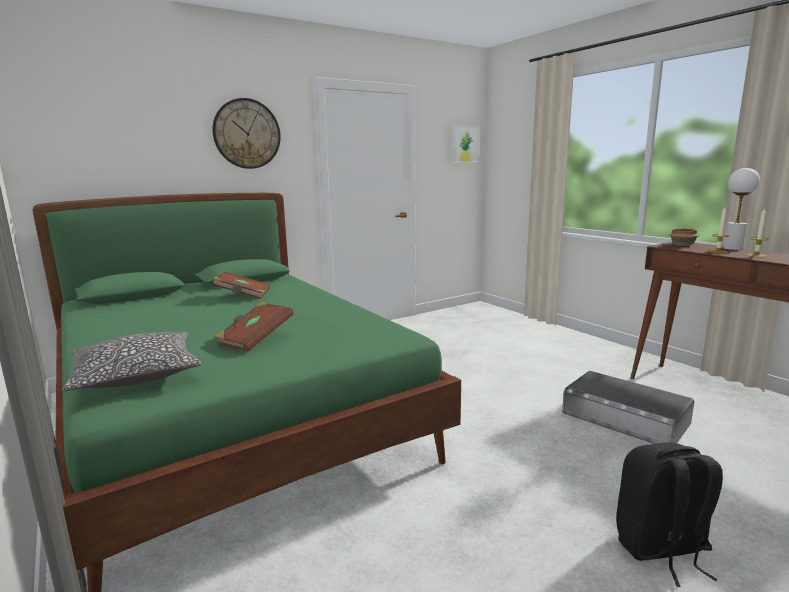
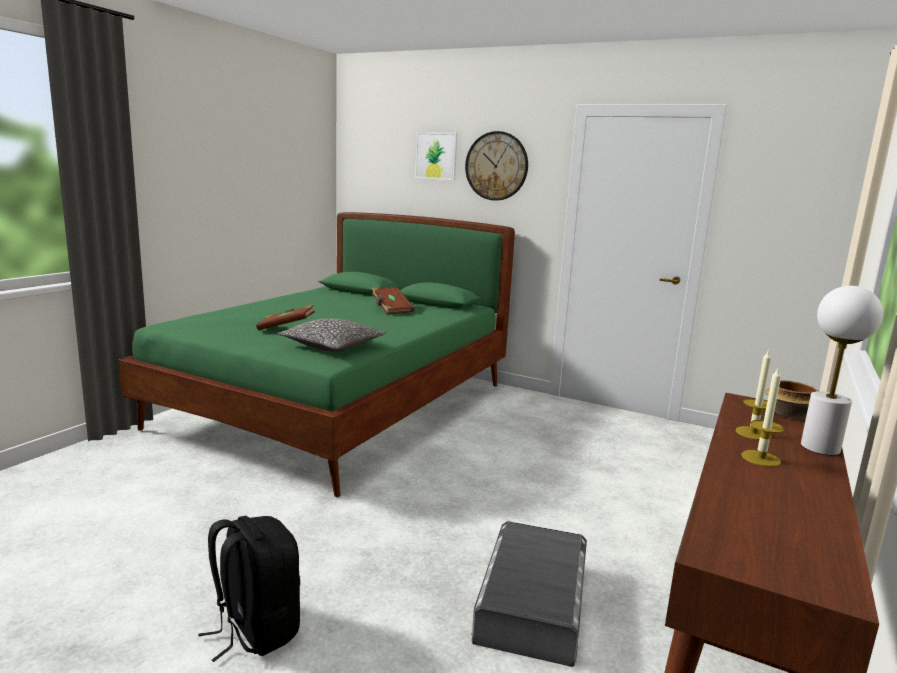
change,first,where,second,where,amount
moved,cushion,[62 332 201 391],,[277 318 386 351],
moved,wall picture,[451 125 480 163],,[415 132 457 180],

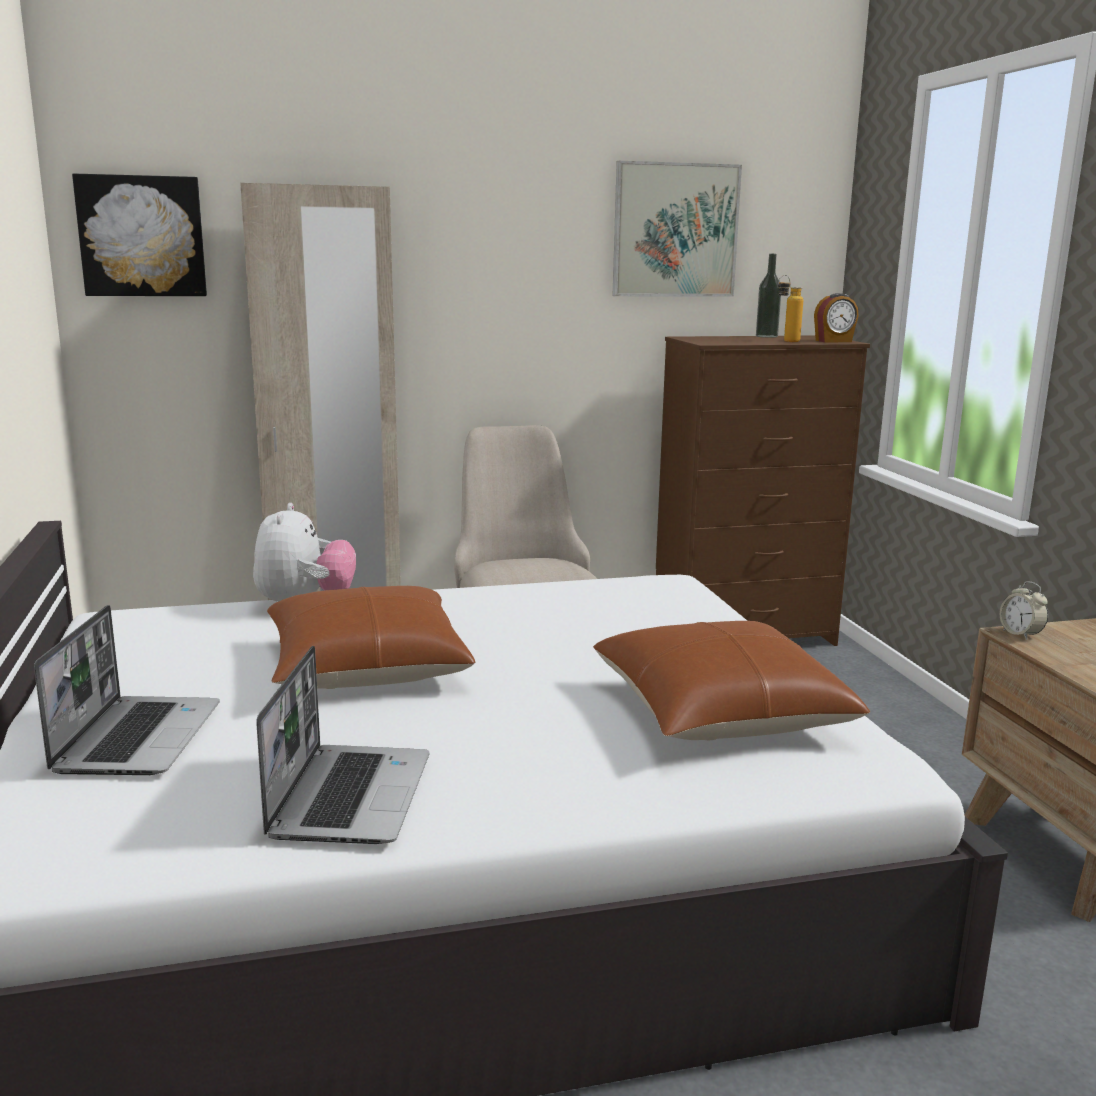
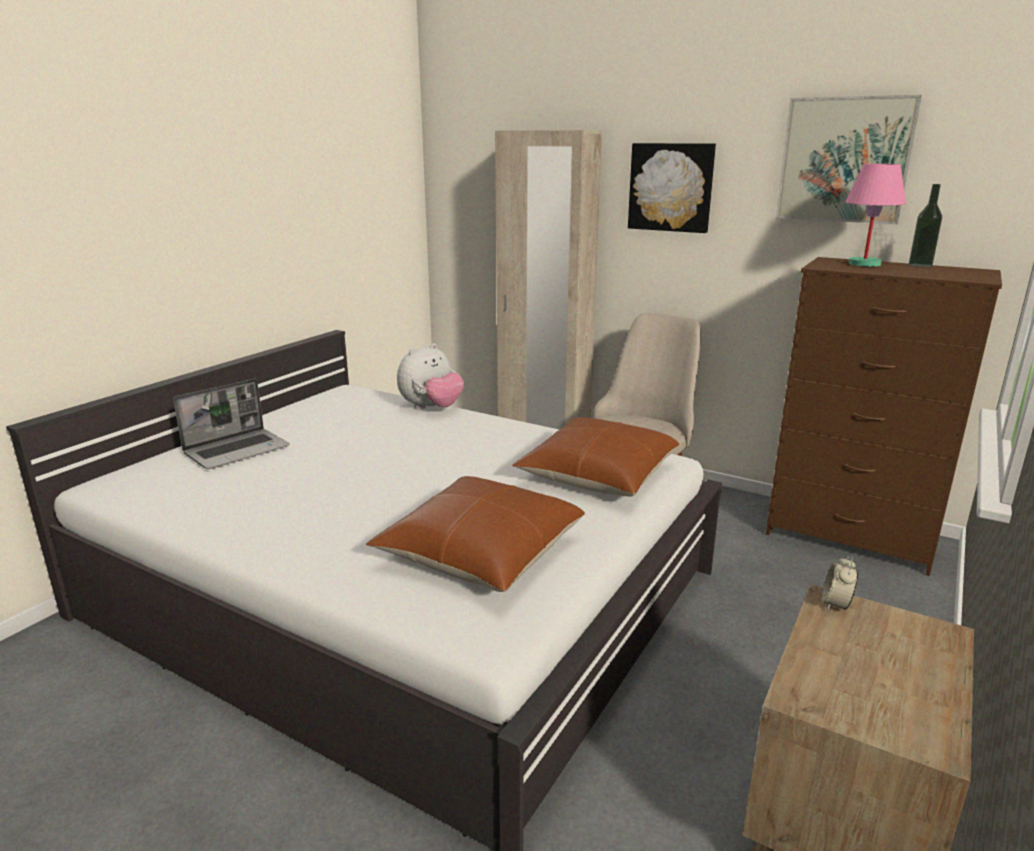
change,first,where,second,where,amount
moved,wall picture,[72 174 207 296],,[628 143 716 233],
removed,portable computer,[256 646 429 844],,,
moved,cushion/brown-coloured,[267 586 476 689],,[512 417 680 496],
removed,drink bottle,[778 275 803 342],,,
removed,bedside clock,[814 293 859 342],,,
added,,,table lamp/pink-coloured,[846 164 906 267],

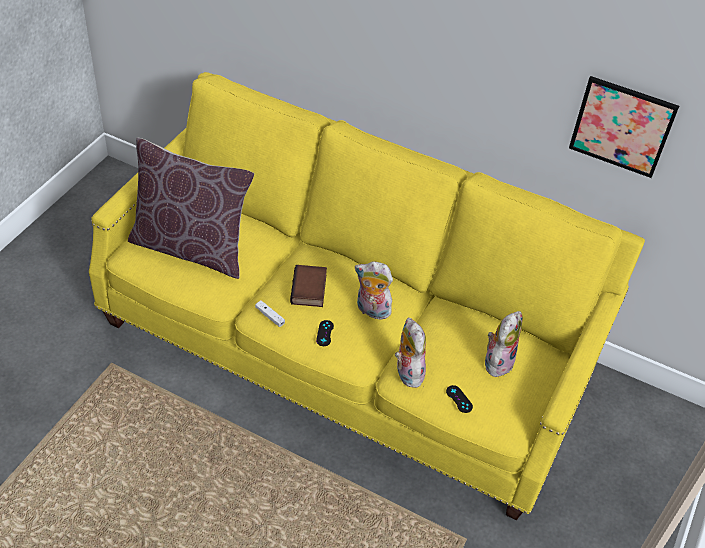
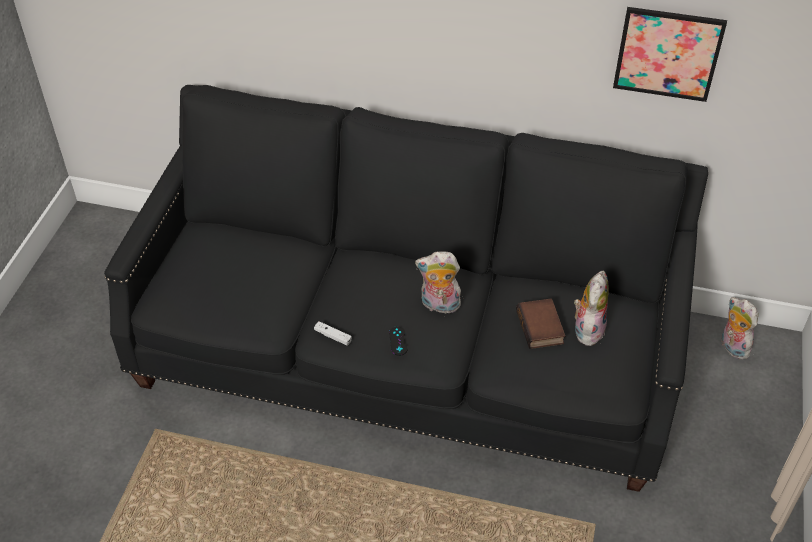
change,first,where,second,where,amount
recoloured,settee/yellow-coloured,[89 72 645 520],settee/black-coloured,[104 85 708 492],
removed,cushion/brown-coloured,[128 138 254 279],,,
moved,bound book,[290 265 327 307],,[516 298 565 349],
moved,cuddly toy,[395 317 426 388],,[722 297 758 359],
removed,game controller/black-coloured,[446 385 473 413],,,

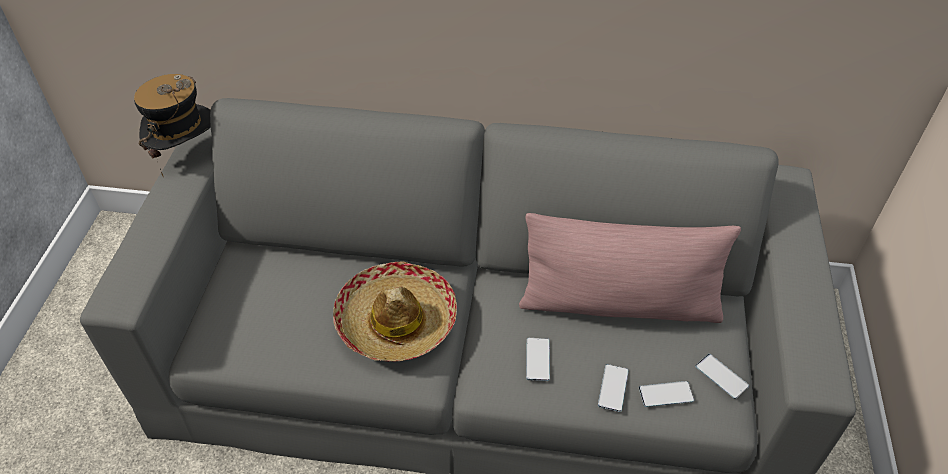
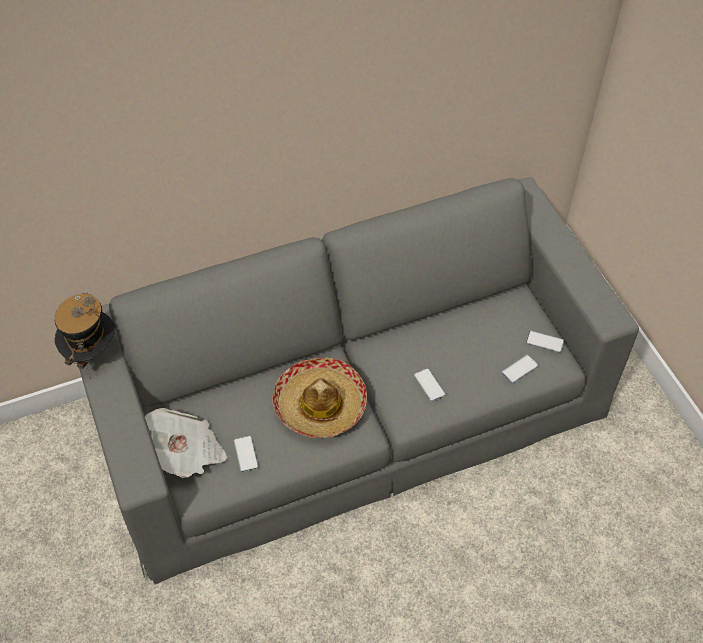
change,first,where,second,where,amount
removed,cushion/pink-coloured,[519 213 741 323],,,
moved,phone,[598 364 629 412],,[234 436 258 472],
added,,,newspaper,[145 408 227 478],

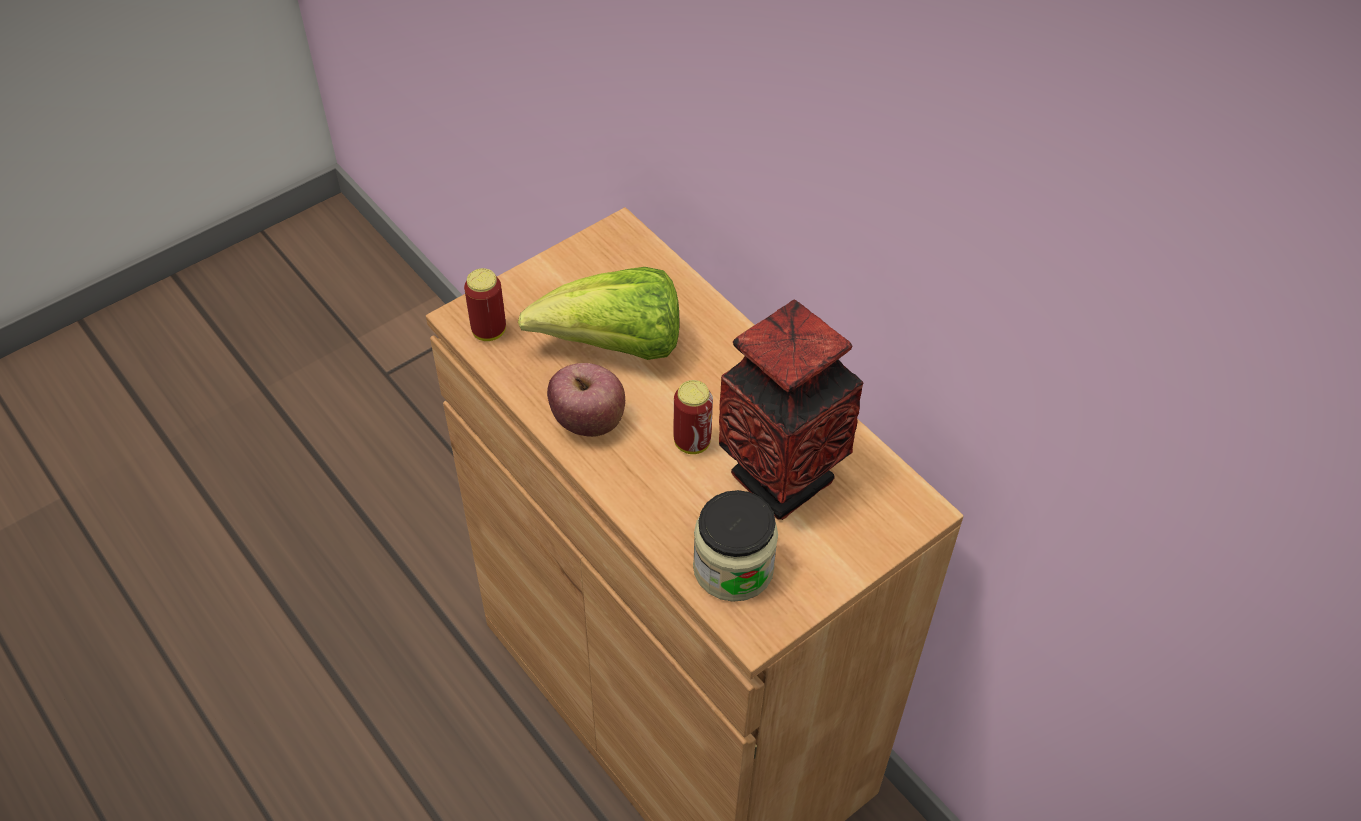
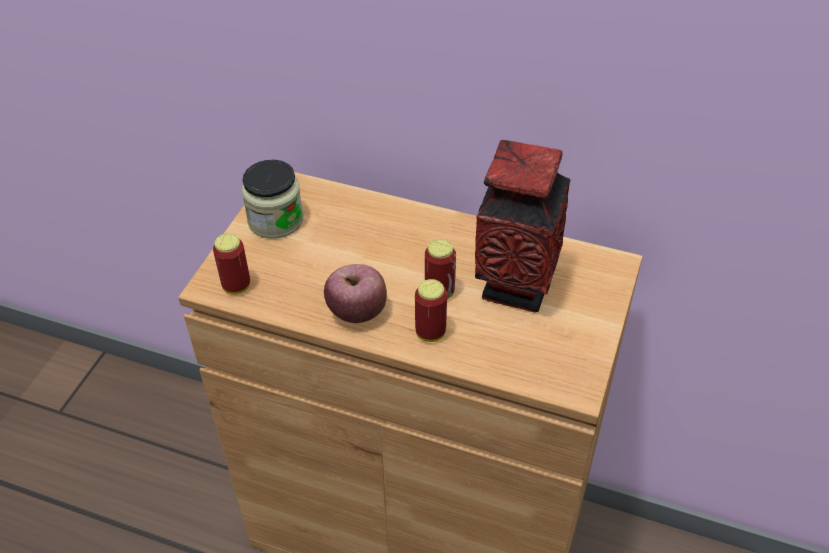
change,first,where,second,where,amount
removed,lettuce head,[518 267 679 360],,,
moved,storage jar,[693 490 778 602],,[241 160 303 239],
added,,,sealed can,[415 279 447 342],

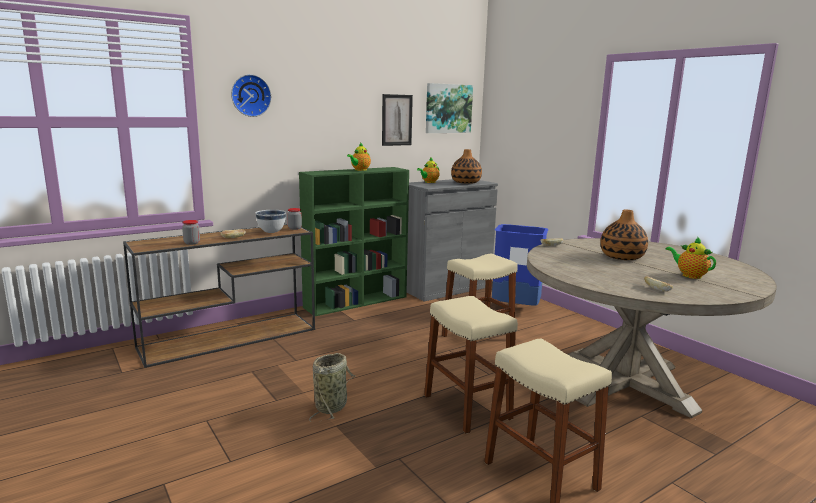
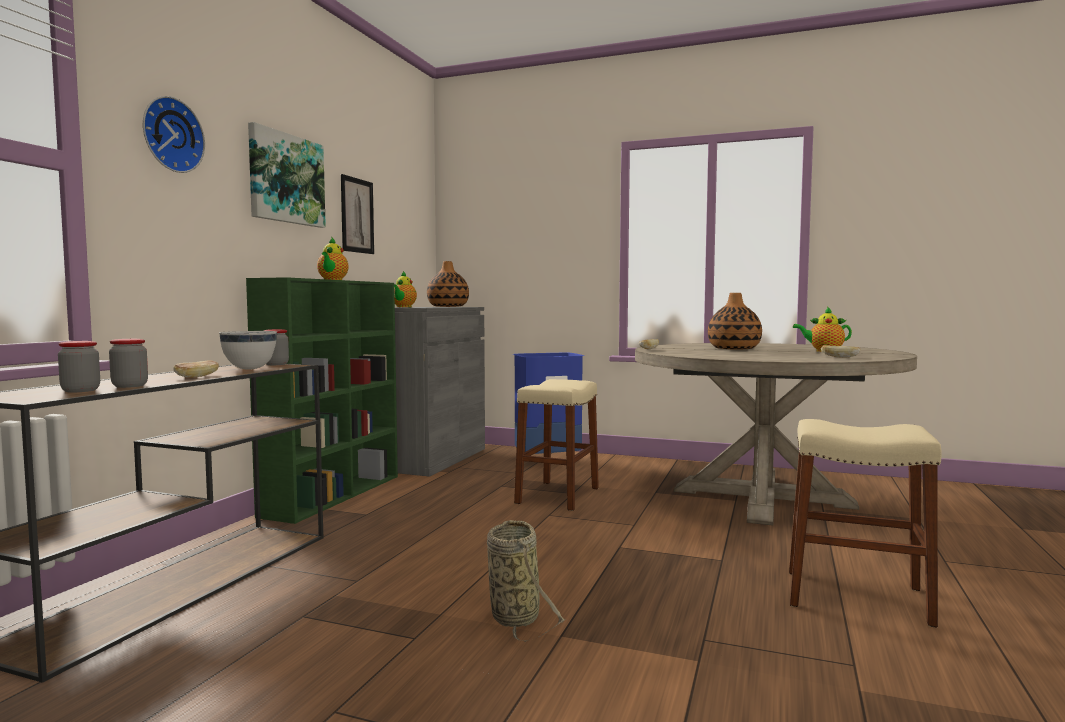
change,first,where,second,where,amount
removed,stool seat/beige,[424 296 518 434],,,
moved,wall picture,[426 83 473 133],,[248 122 326 228],
added,,,storage jar,[58 341 100 392],

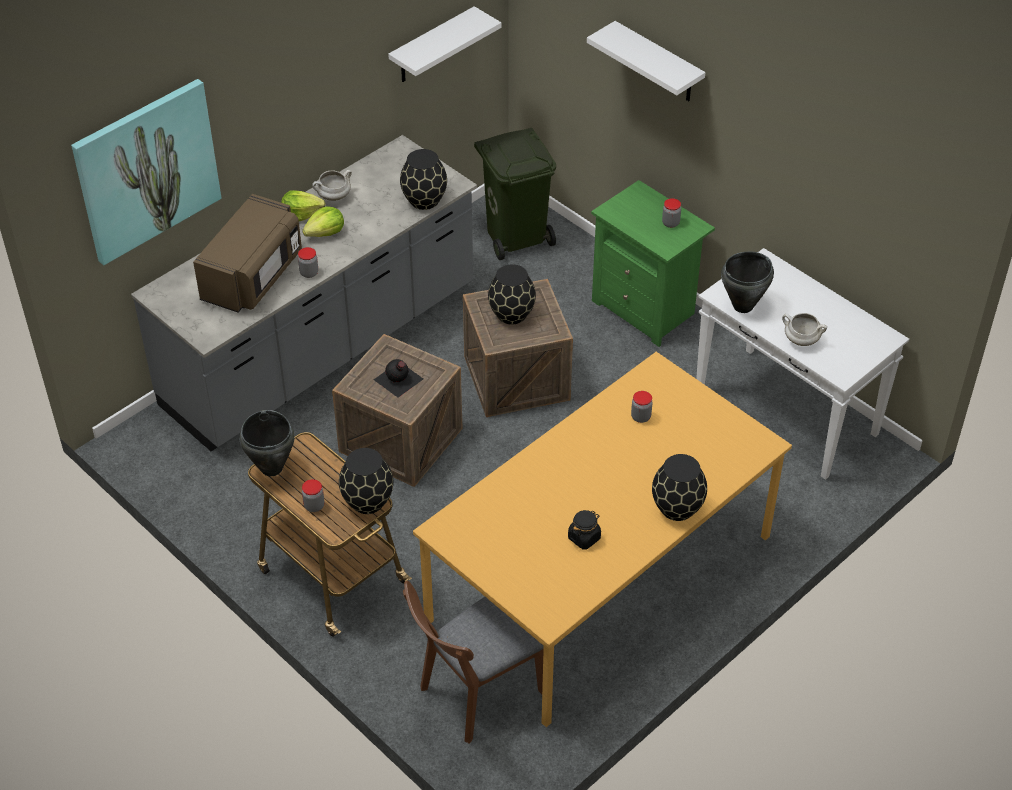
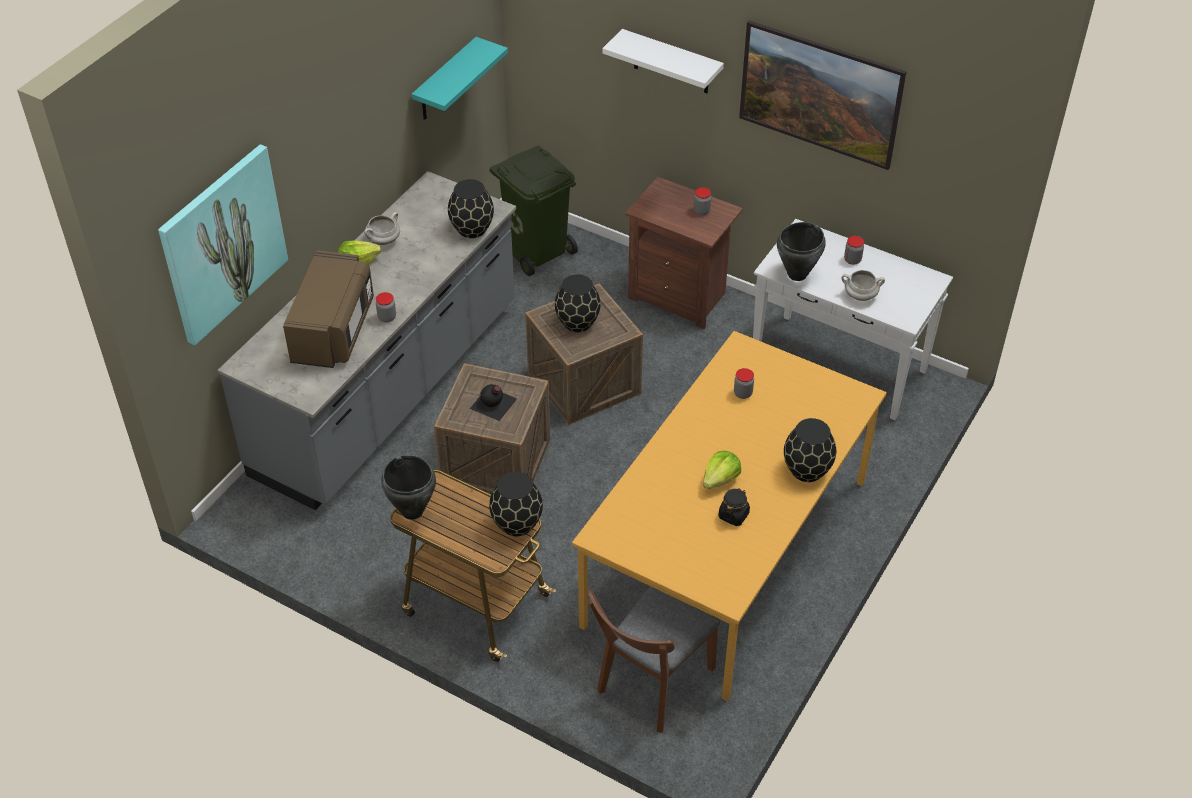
change,first,where,second,where,amount
moved,lettuce head,[302 206 344 237],,[703 451 741 489],
moved,storage jar,[302 479 324 512],,[844 236 864 265],
recoloured,wall shelf/whitish,[388 6 501 82],wall shelf/blue-green,[412 37 508 120],
recoloured,bedside table/green-coloured,[591 180 715 347],bedside table/brown-coloured,[625 177 743 329],
added,,,wall picture,[739 21 906 170],

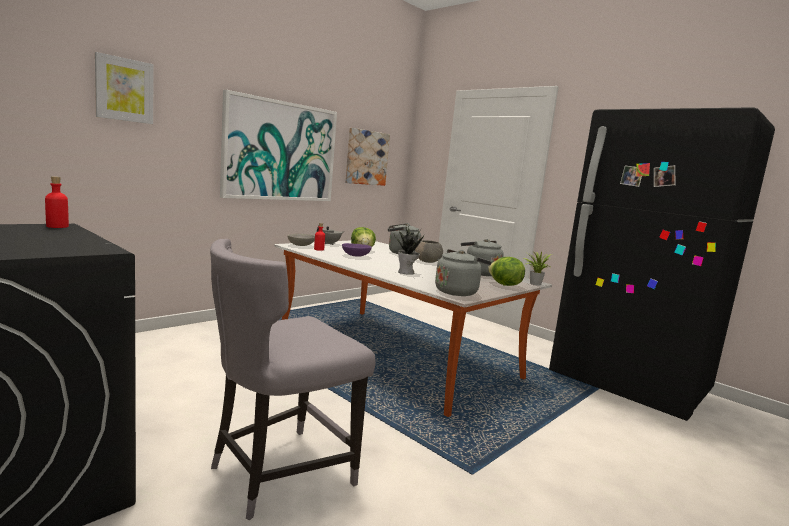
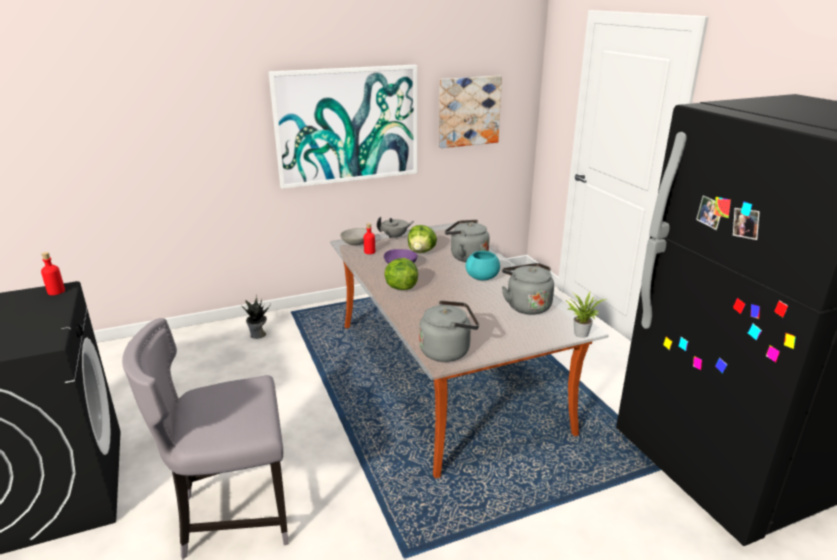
change,first,where,second,where,amount
removed,wall picture,[95 52 153 124],,,
moved,potted plant,[394 226 424 275],,[242 295 271 339],
recoloured,serving bowl/gray,[415 240 443 263],serving bowl/blue-green,[465 251 500 280],
moved,lettuce head,[488 257 525 286],,[384 258 418 290],

